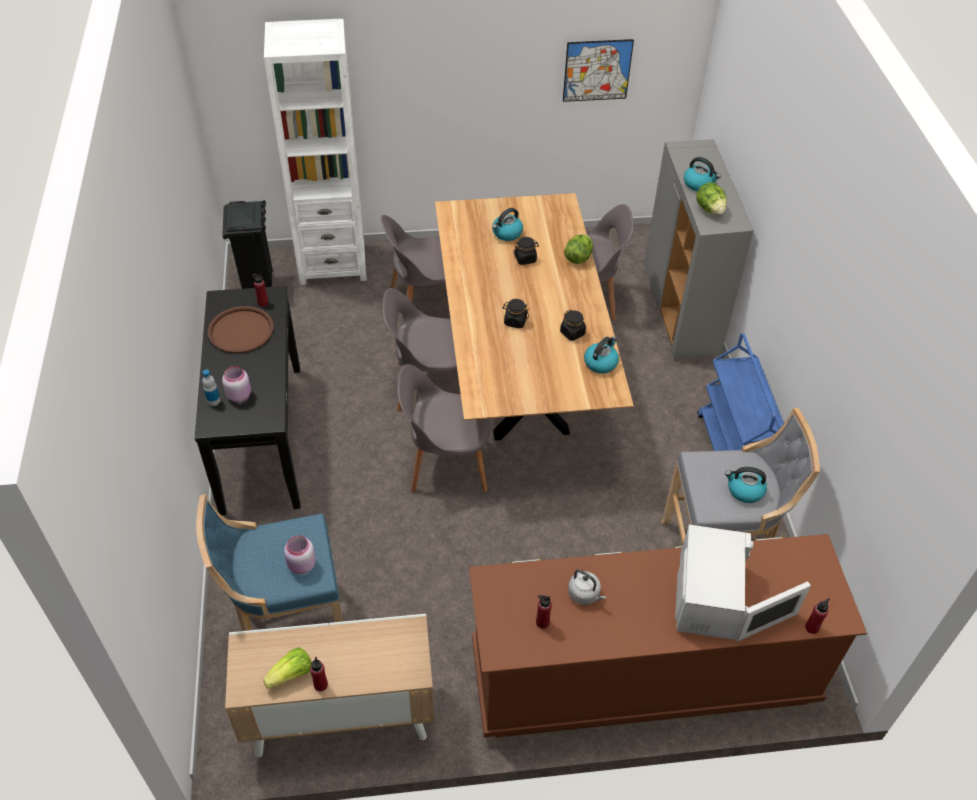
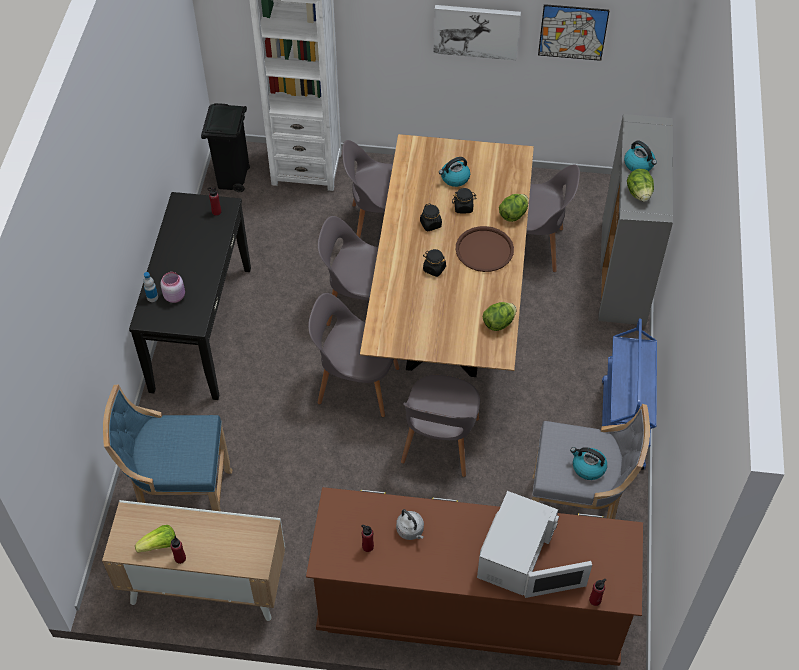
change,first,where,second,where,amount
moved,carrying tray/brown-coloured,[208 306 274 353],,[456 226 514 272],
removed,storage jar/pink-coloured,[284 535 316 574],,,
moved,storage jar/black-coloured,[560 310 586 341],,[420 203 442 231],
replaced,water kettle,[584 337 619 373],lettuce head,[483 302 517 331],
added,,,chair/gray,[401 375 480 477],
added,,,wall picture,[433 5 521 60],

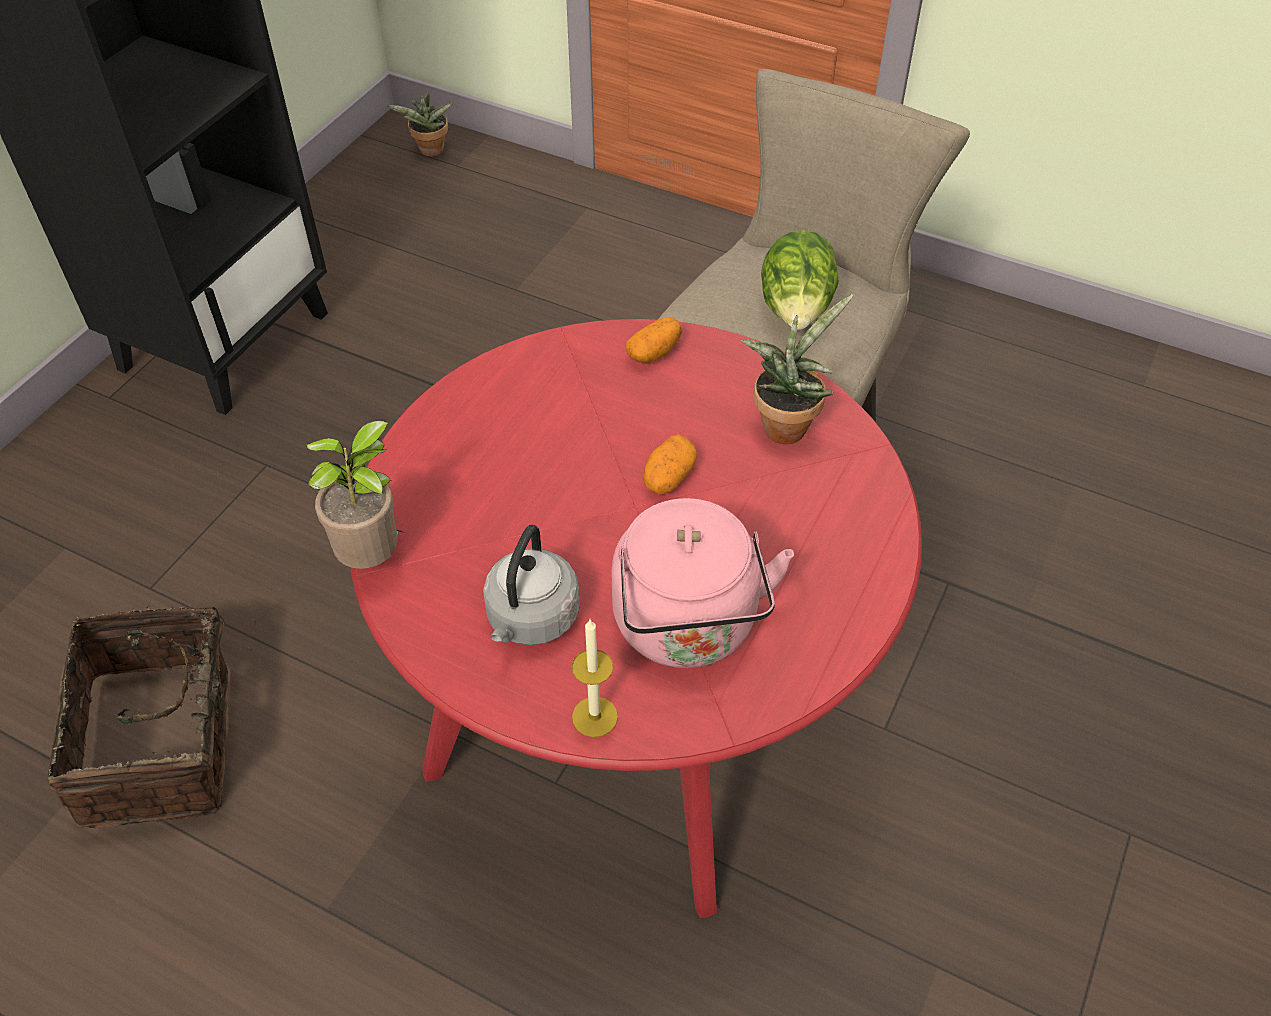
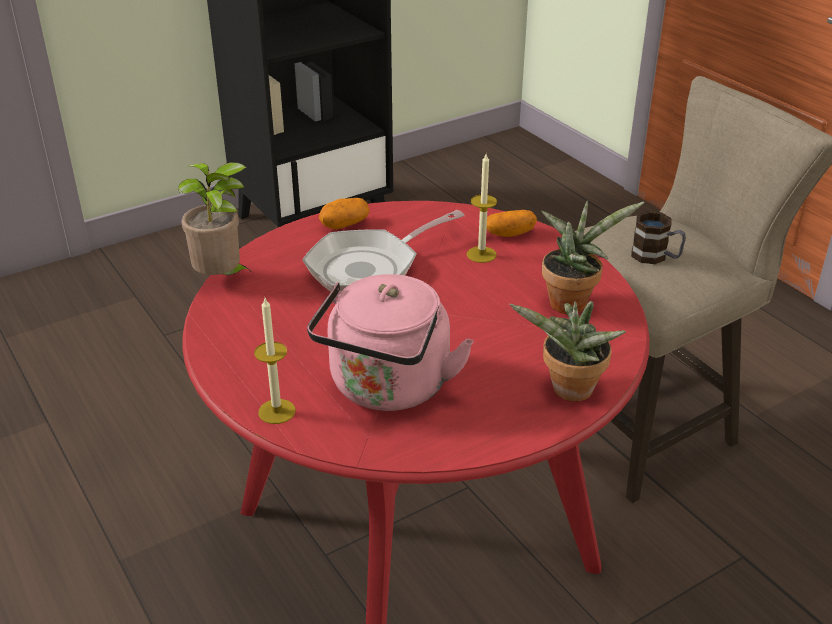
change,first,where,second,where,amount
removed,basket,[48 606 256 828],,,
moved,potted plant,[387 92 453 157],,[509 301 626 402],
removed,water kettle/gray,[483 525 580 646],,,
moved,potato,[643 434 698 494],,[319 198 369 229],
replaced,lettuce head,[761 230 839 330],coffee mug,[631 211 686 264],
added,,,pan,[302 210 464 292],
added,,,candle,[467 154 497 263],

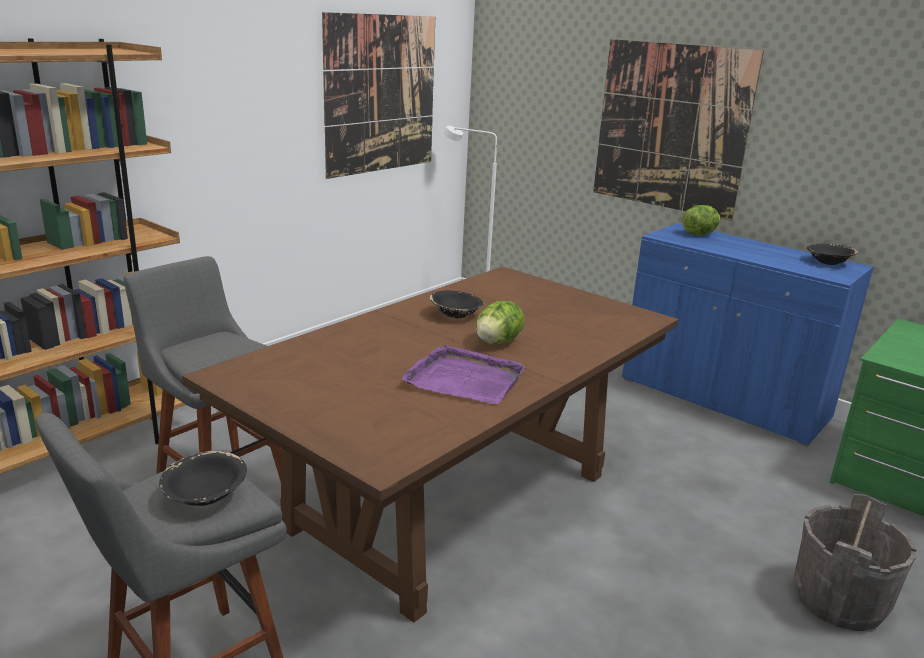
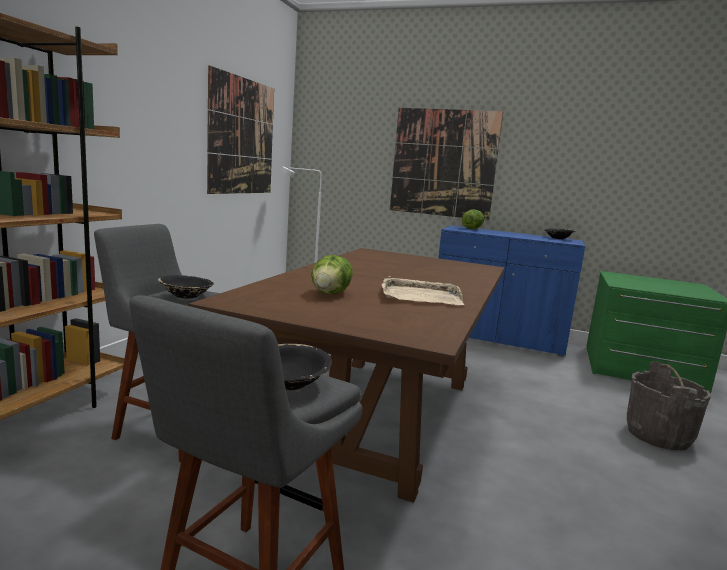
change,first,where,second,where,amount
recoloured,carrying tray/purple-coloured,[402 344 525 404],carrying tray/beige,[382 276 464 305],
moved,serving bowl/black-coloured,[430 290 483 318],,[158 275 214 299],
moved,lettuce head,[476 301 525 345],,[311 255 353 294],

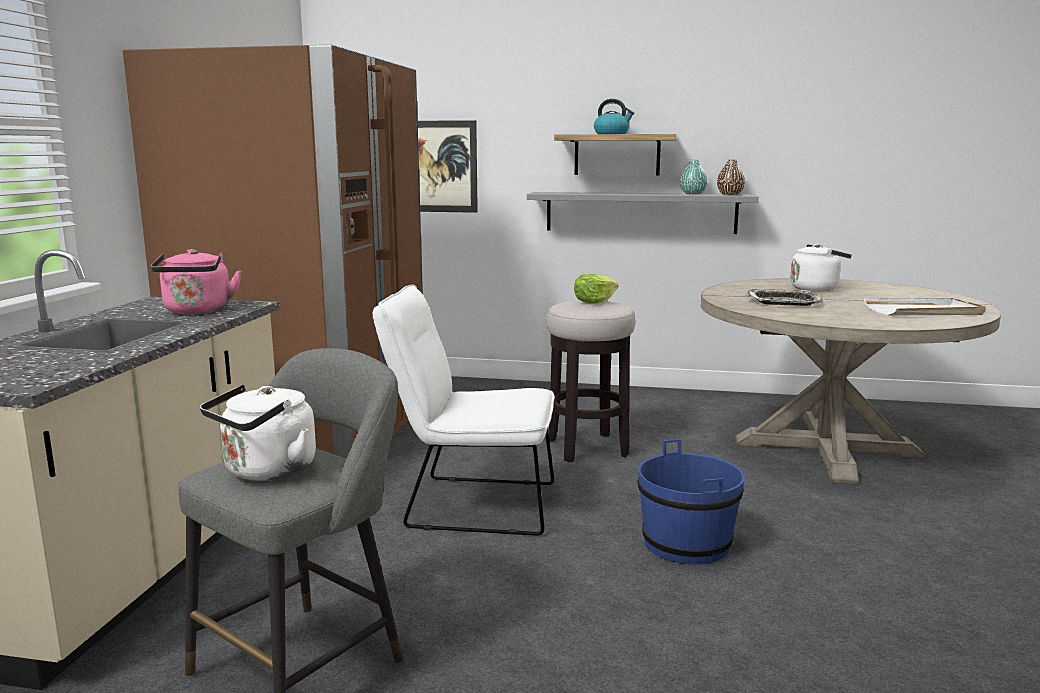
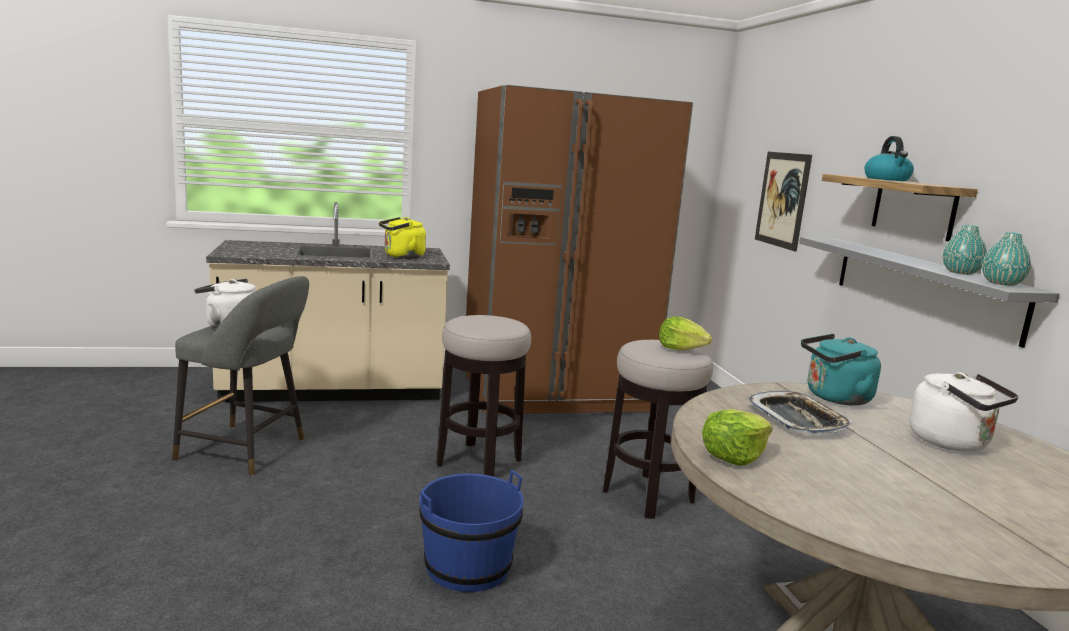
change,first,where,second,where,amount
recoloured,water kettle/pink-coloured,[150 249 242 314],water kettle/yellow-coloured,[379 217 426 259],
replaced,chair/whitish,[373 284 555 536],stool seat,[436 315 531 477],
recoloured,vase/brown-coloured,[717 160 745 195],vase/blue-green,[982 232 1031 286],
removed,carrying tray/whitish,[864 298 986 316],,,
added,,,lettuce head,[702 409 773 466],
added,,,water kettle/blue-green,[801 334 881 406],

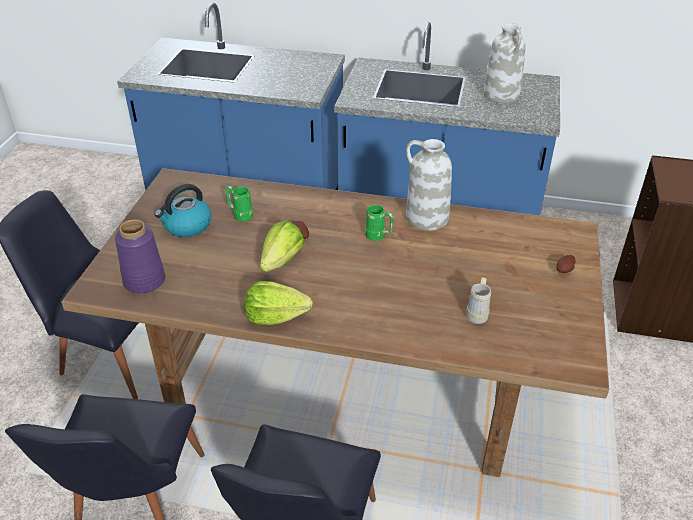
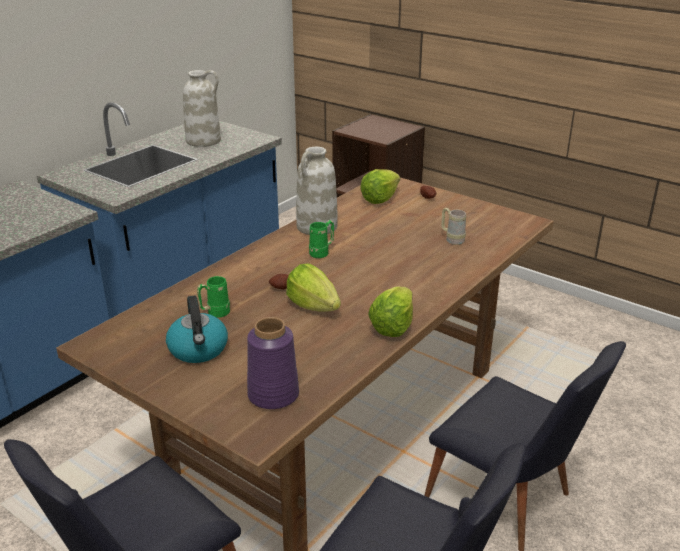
change,first,where,second,where,amount
added,,,lettuce head,[361 169 400 204],

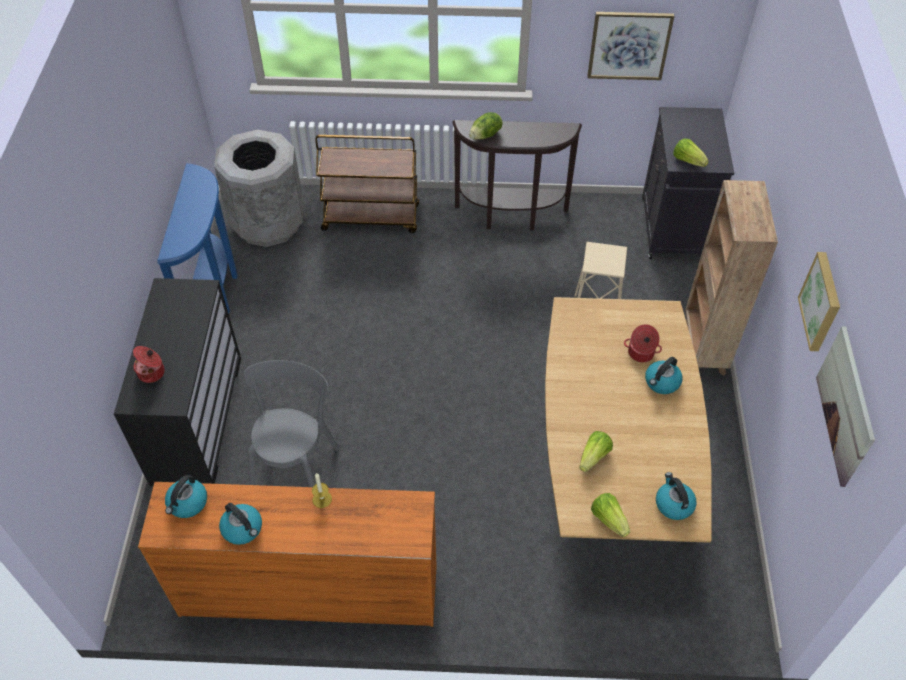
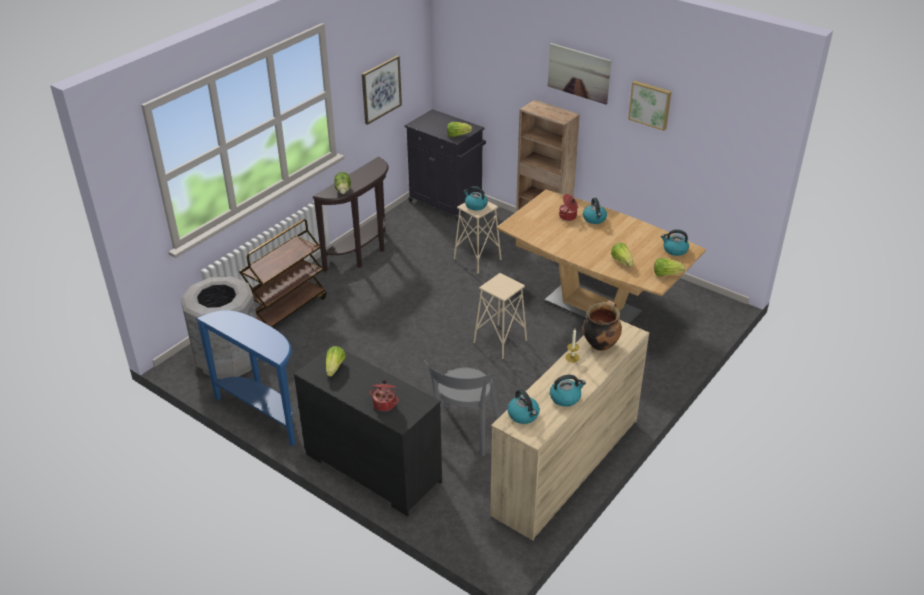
change,first,where,second,where,amount
recoloured,chest of drawers/orangey,[138 482 437 627],chest of drawers/beige,[490 320 649 540],
turned,chair/gray,[244 360 340 487],,[424 360 499 456],120 degrees counterclockwise
moved,wall picture,[816 326 875 487],,[548 43 611 105],
added,,,lettuce head,[326 346 346 377],
added,,,water kettle,[463 186 488 211],
added,,,stool seat/beige,[473 273 527 359],
added,,,saucepot,[583 300 622 351],

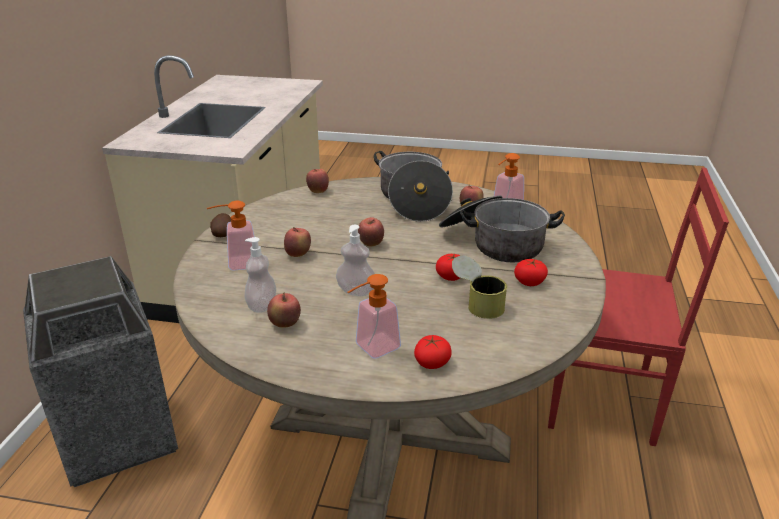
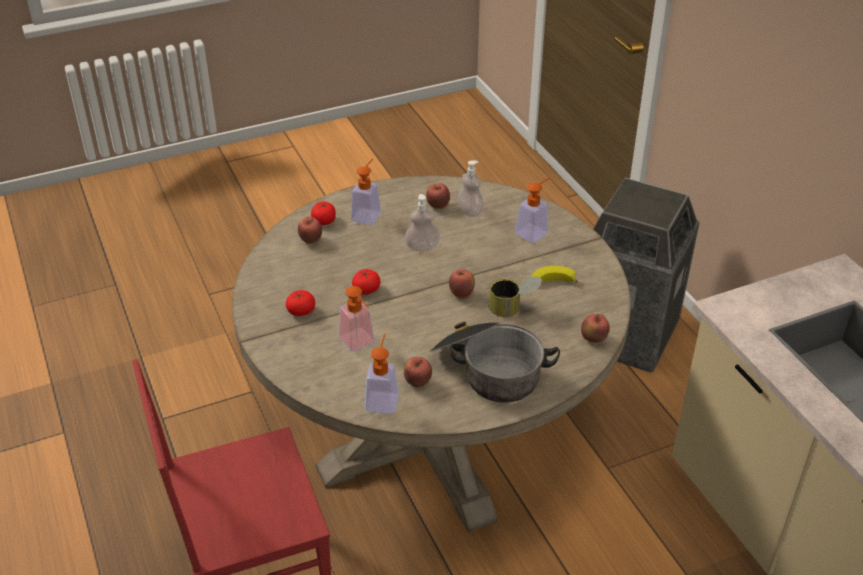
change,first,where,second,where,amount
removed,potato,[210 213 231 237],,,
moved,apple fruit,[284 227 311 257],,[298 217 322 244],
replaced,saucepot,[439 195 565 262],soap dispenser,[338 286 375 351],
moved,sealed can,[452 255 507 319],,[489 277 542 317],
added,,,whole banana,[531 266 577 283],

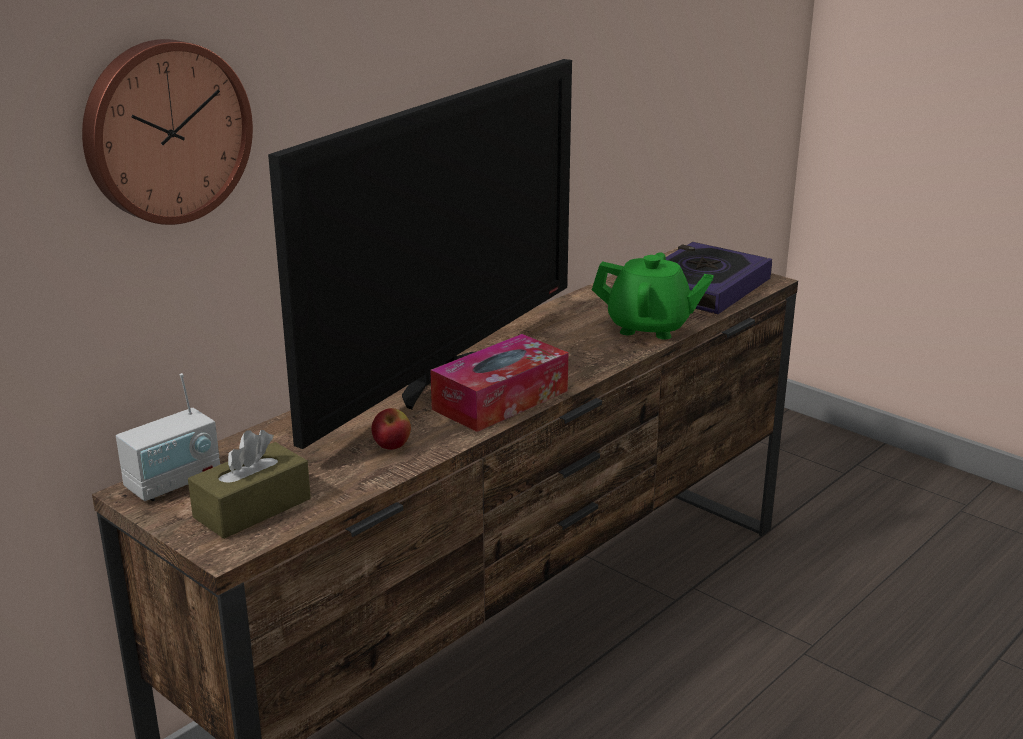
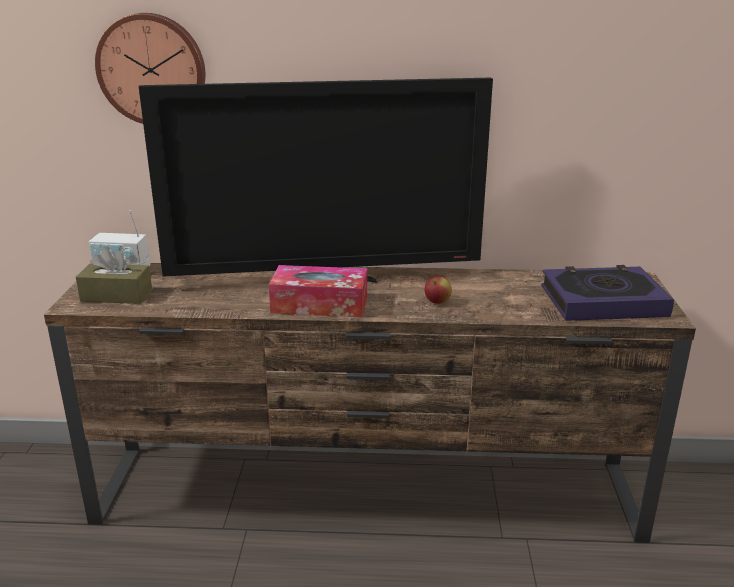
change,first,where,second,where,amount
moved,apple fruit,[371 408 411 450],,[425 276 452 304],
removed,pot for tea/green-coloured,[592 252 714 339],,,

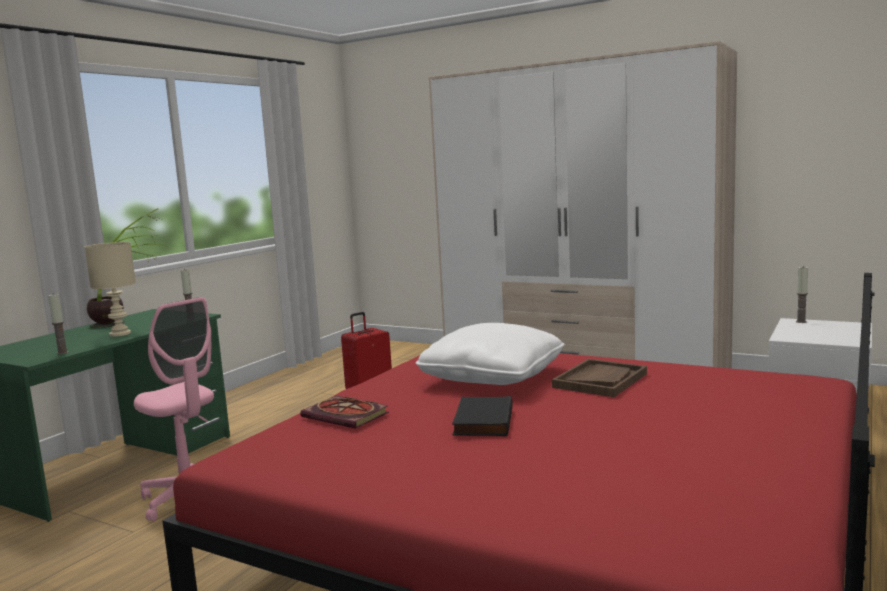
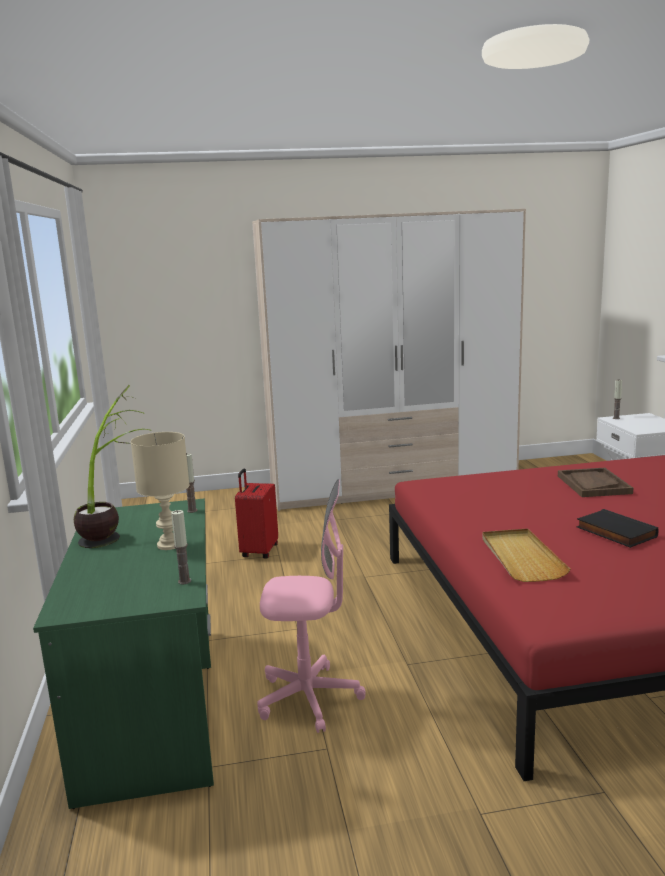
change,first,where,second,where,amount
replaced,bound book,[300 396 389 429],carrying tray/beige,[482 529 571 582],
removed,cushion/whitish,[416 323 565 385],,,

